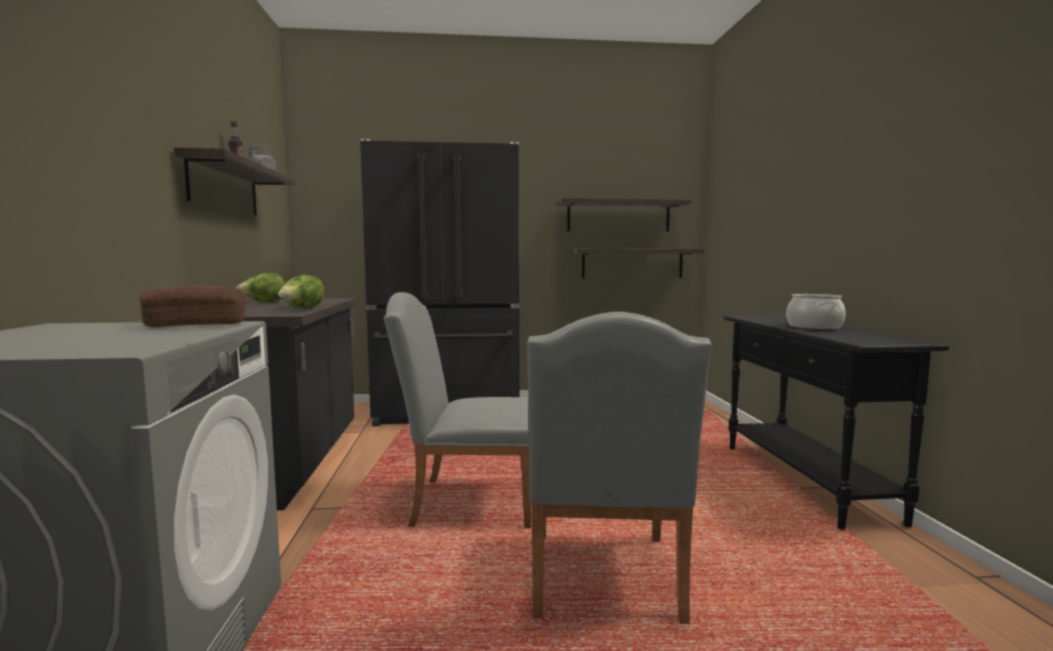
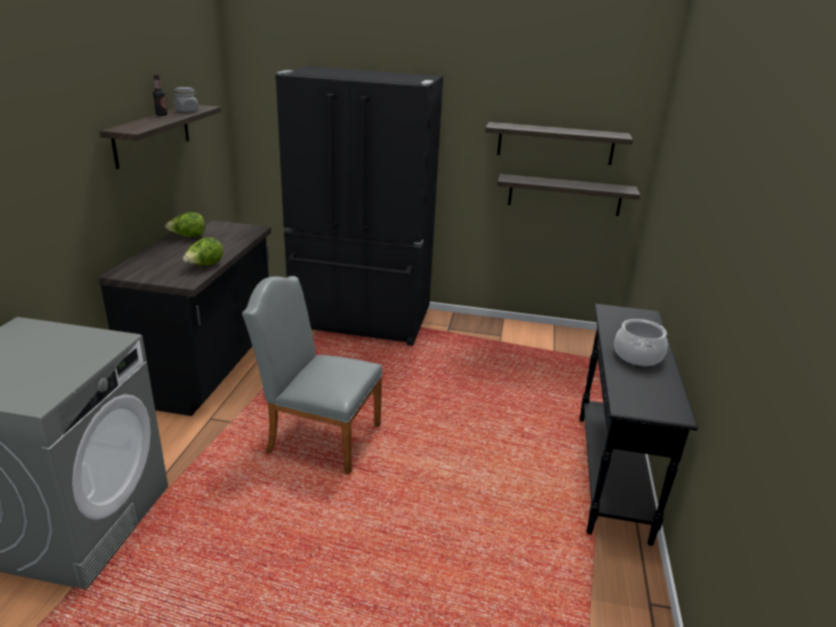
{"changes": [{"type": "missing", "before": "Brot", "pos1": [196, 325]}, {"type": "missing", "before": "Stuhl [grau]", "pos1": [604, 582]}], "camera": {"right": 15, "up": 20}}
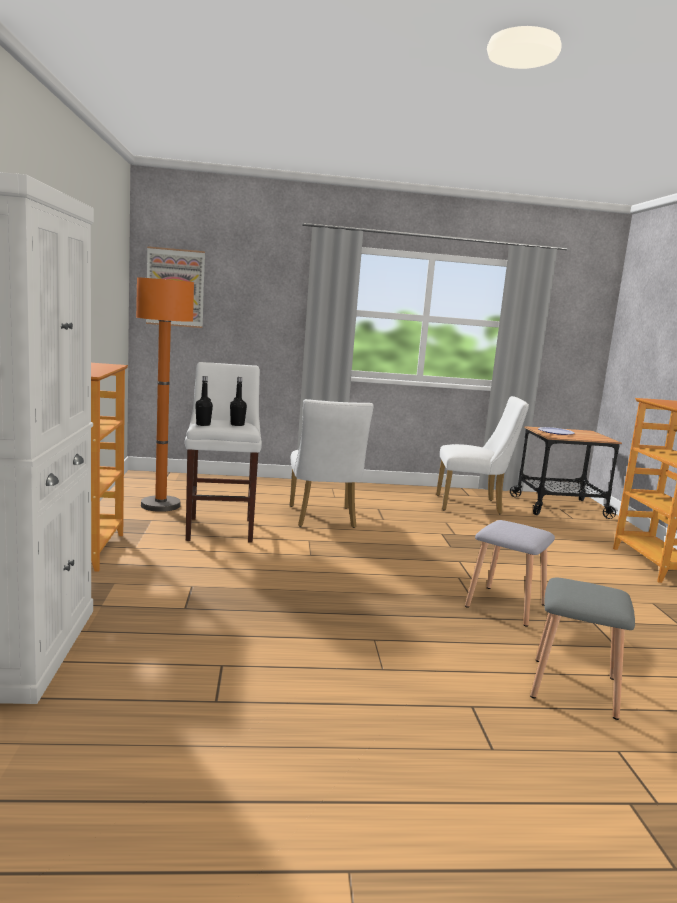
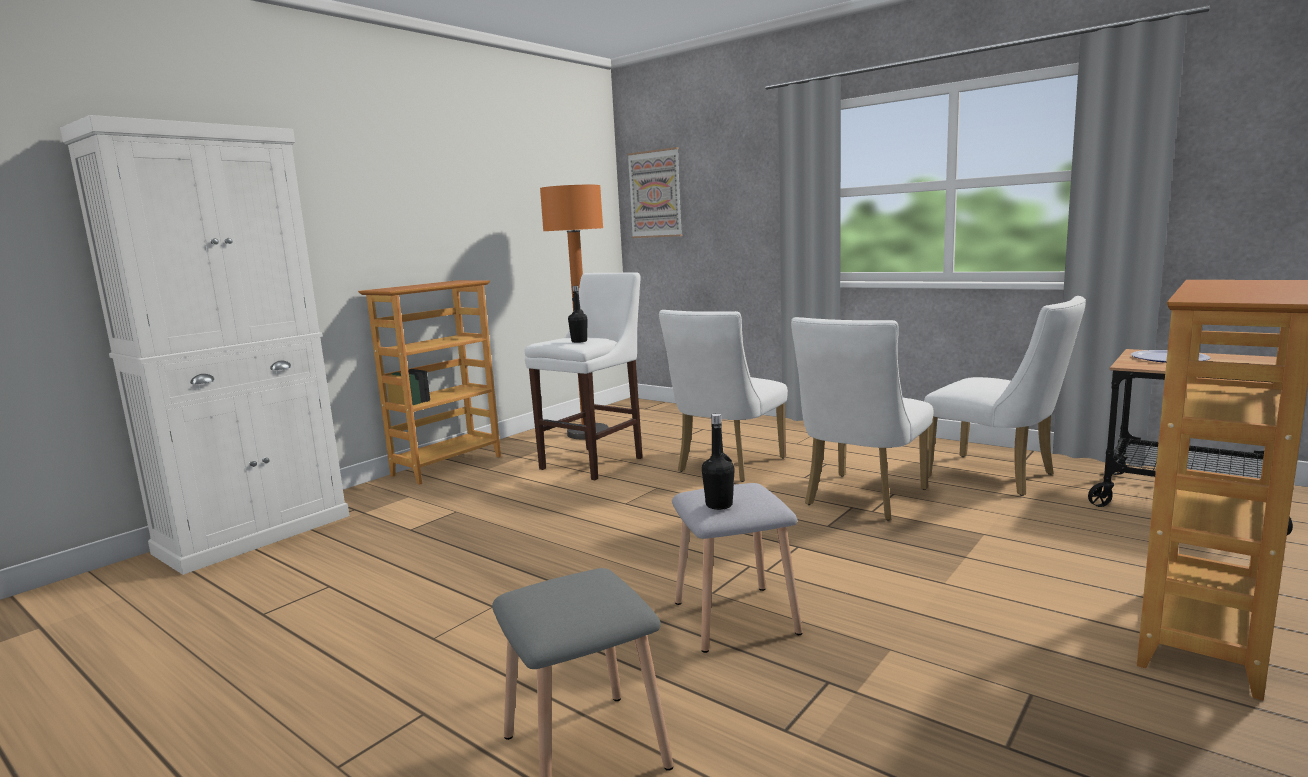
{"changes": [{"type": "relocated", "before": "Flasche [schwarz]", "pos1": [203, 425], "pos2": [719, 505]}, {"type": "appeared", "after": "Stuhl [weiß]", "pos2": [861, 500]}], "camera": {"right": 45, "up": 0}}
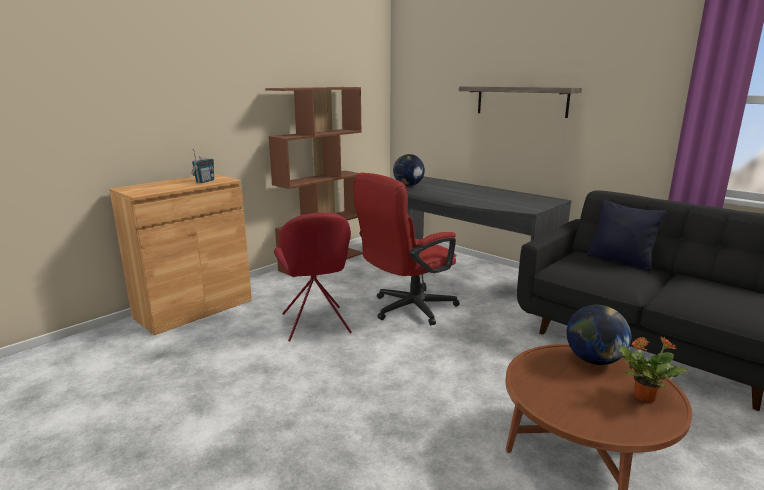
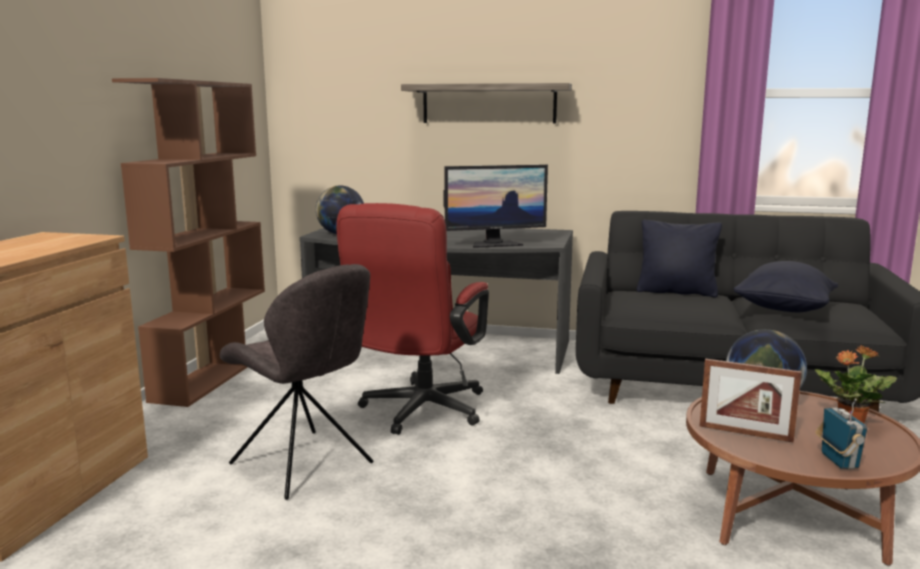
{"changes": [{"type": "colour", "before": "Stuhl [rot]", "after": "Stuhl [grau]", "pos1": [316, 325], "pos2": [304, 465]}, {"type": "appeared", "after": "Monitor", "pos2": [494, 244]}, {"type": "appeared", "after": "Bilderrahmen", "pos2": [745, 433]}, {"type": "appeared", "after": "Kissen [schwarz]", "pos2": [783, 310]}, {"type": "relocated", "before": "Radio", "pos1": [205, 181], "pos2": [838, 461]}], "camera": {"right": -30, "up": -5}}
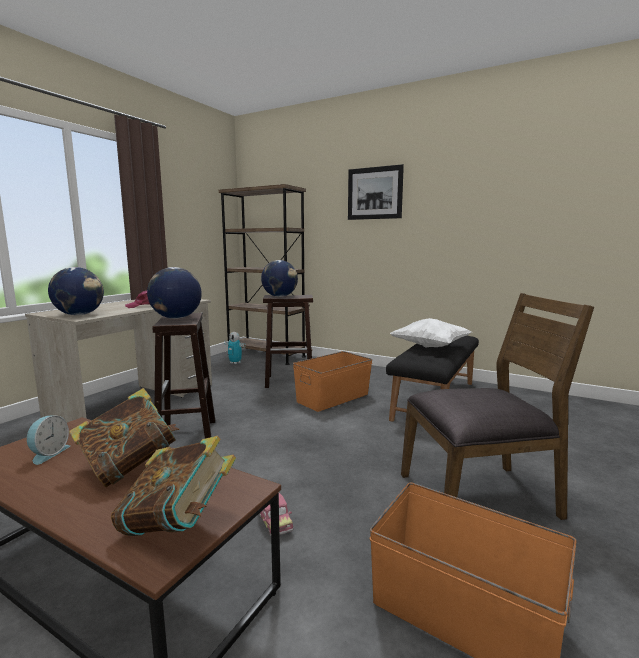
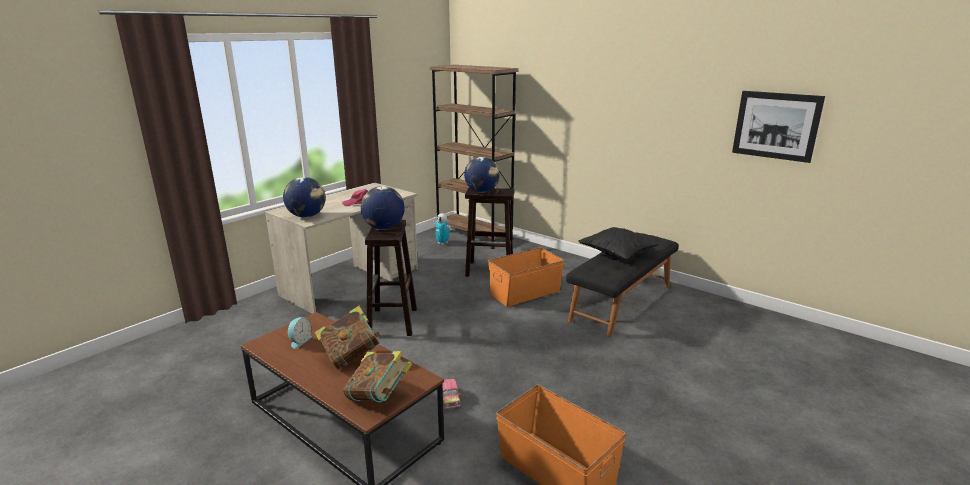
{"changes": [{"type": "colour", "before": "Kissen [weiß]", "after": "Kissen [schwarz]", "pos1": [430, 347], "pos2": [618, 255]}, {"type": "relocated", "before": "Bild", "pos1": [374, 193], "pos2": [776, 125]}, {"type": "missing", "before": "Stuhl [braun]", "pos1": [479, 496]}], "camera": {"right": 10, "up": 10}}
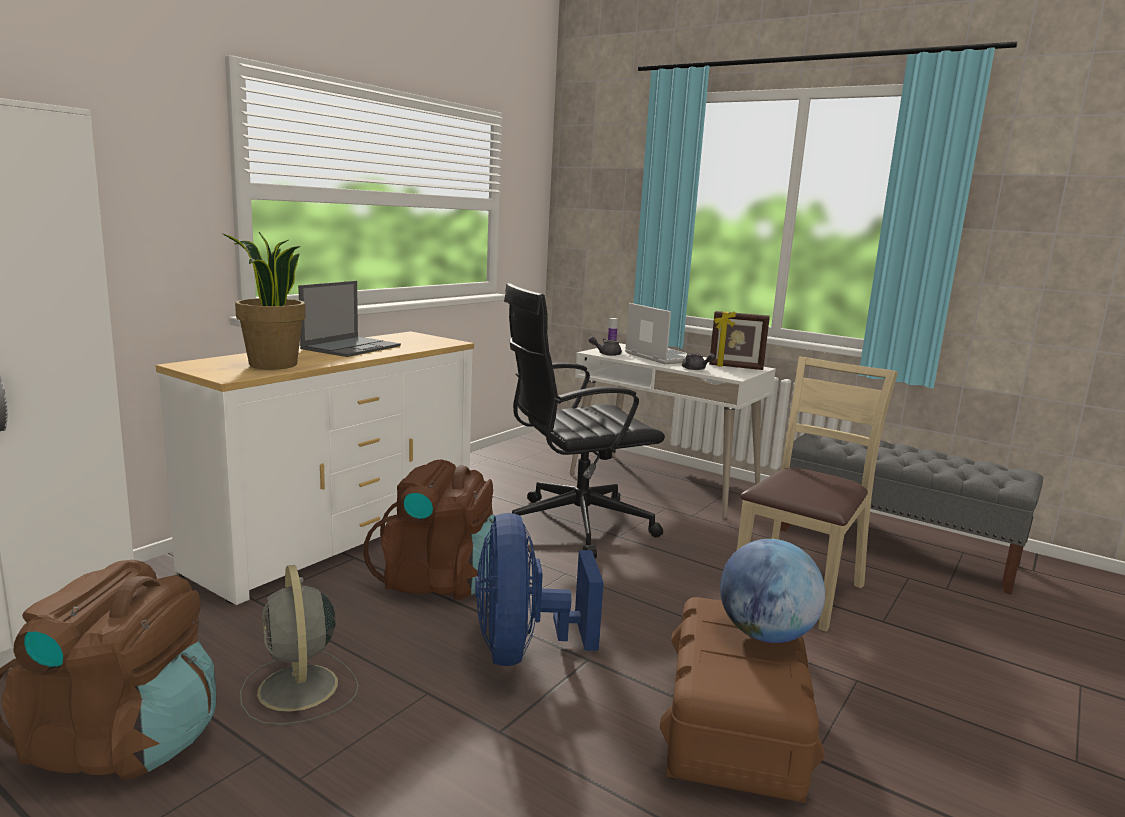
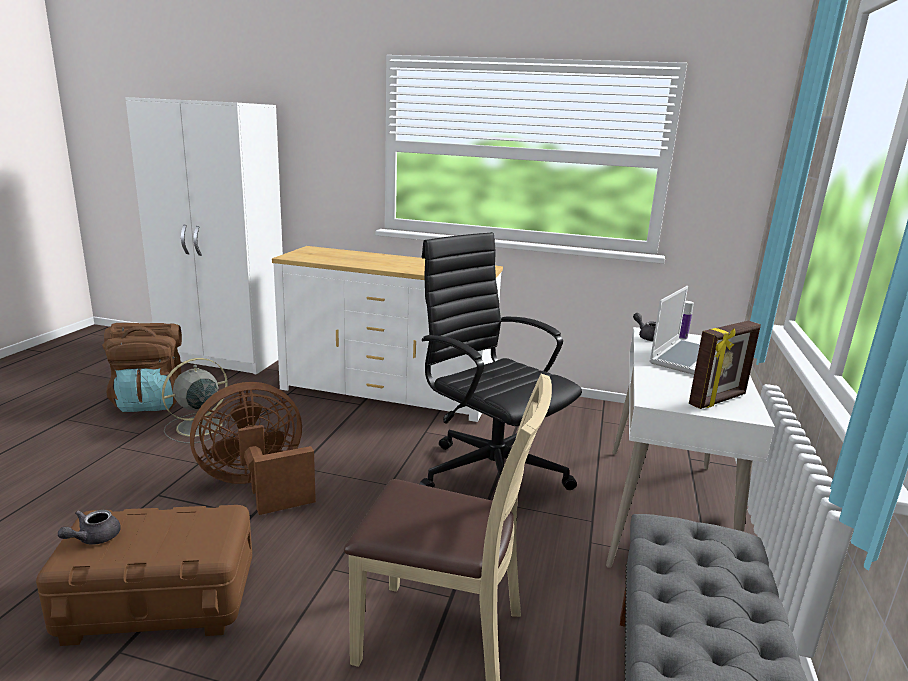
{"changes": [{"type": "relocated", "before": "Teekanne [grau]", "pos1": [696, 369], "pos2": [93, 538]}, {"type": "colour", "before": "Ventilator [blau]", "after": "Ventilator [braun]", "pos1": [523, 650], "pos2": [257, 486]}, {"type": "spun", "before": "Bilderrahmen", "pos1": [736, 367], "pos2": [718, 400], "turn": -120}, {"type": "missing", "before": "Topfpflanze", "pos1": [272, 365]}, {"type": "missing", "before": "Laptop", "pos1": [352, 347]}, {"type": "missing", "before": "Rucksack [braun]", "pos1": [440, 581]}, {"type": "missing", "before": "Globus", "pos1": [765, 635]}], "camera": {"right": 70, "up": 5}}
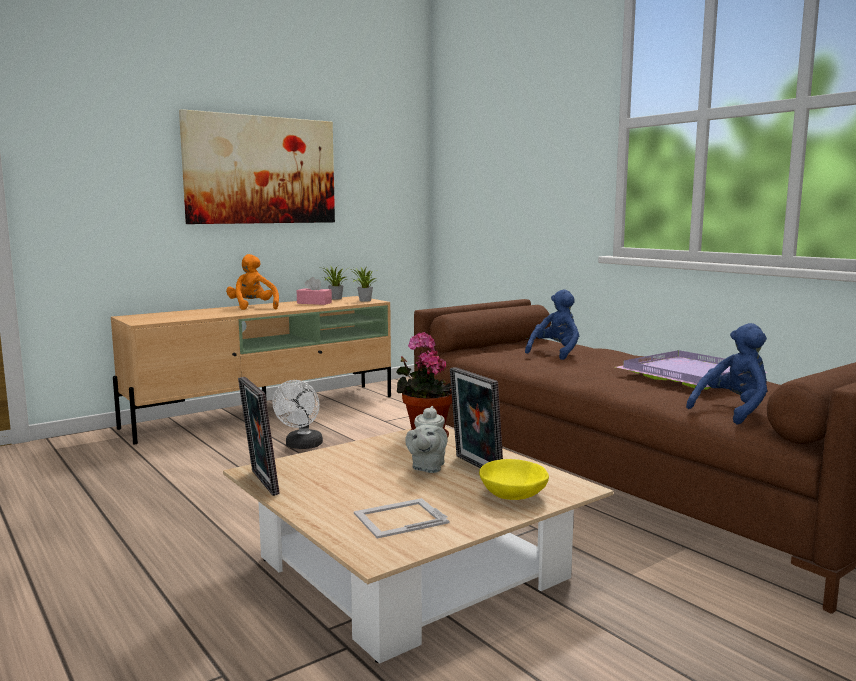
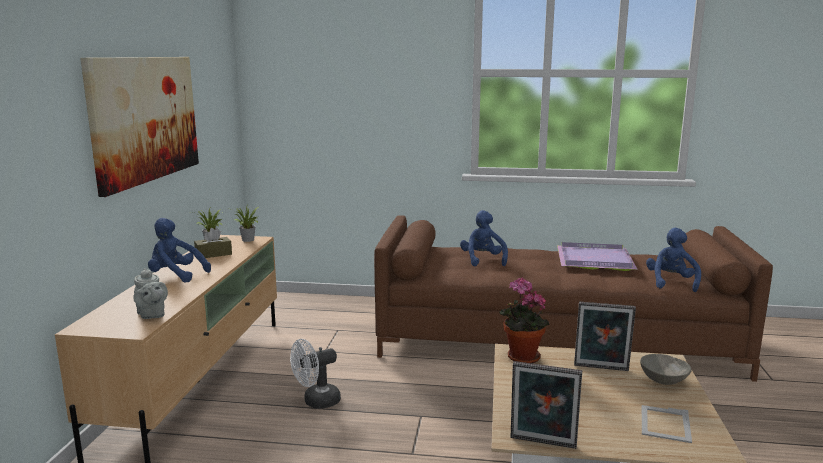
{"changes": [{"type": "relocated", "before": "Teekanne [grau]", "pos1": [427, 467], "pos2": [151, 315]}, {"type": "colour", "before": "Plüschtier [orange]", "after": "Plüschtier [blau]", "pos1": [252, 307], "pos2": [176, 276]}, {"type": "colour", "before": "Taschentuchbox [rosa]", "after": "Taschentuchbox [braun]", "pos1": [314, 303], "pos2": [213, 254]}, {"type": "spun", "before": "Ventilator [weiß]", "pos1": [302, 446], "pos2": [316, 402], "turn": 90}, {"type": "colour", "before": "Schüssel [gelb]", "after": "Schüssel [grau]", "pos1": [513, 495], "pos2": [662, 380]}], "camera": {"right": -45, "up": 5}}
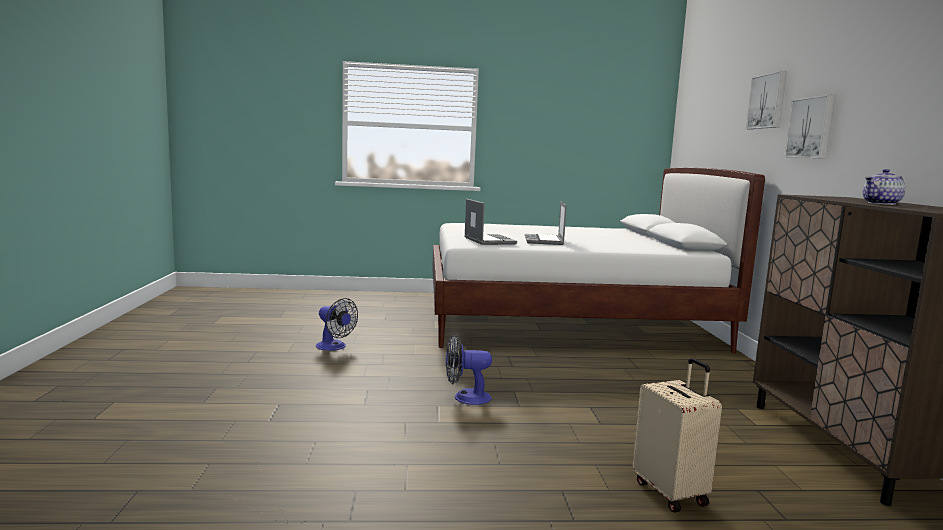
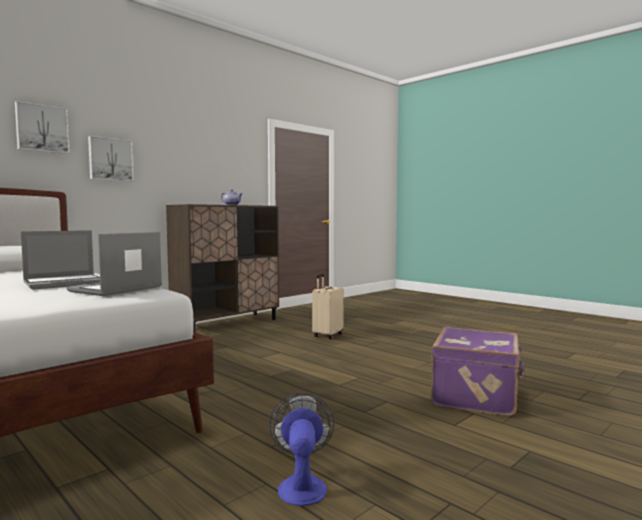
{"changes": [{"type": "appeared", "after": "Koffer [lila]", "pos2": [477, 396]}, {"type": "missing", "before": "Ventilator", "pos1": [465, 397]}], "camera": {"right": -130, "up": -5}}
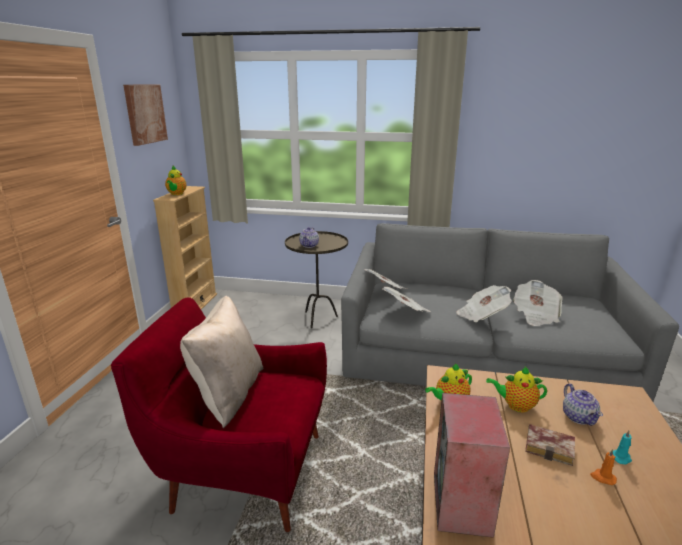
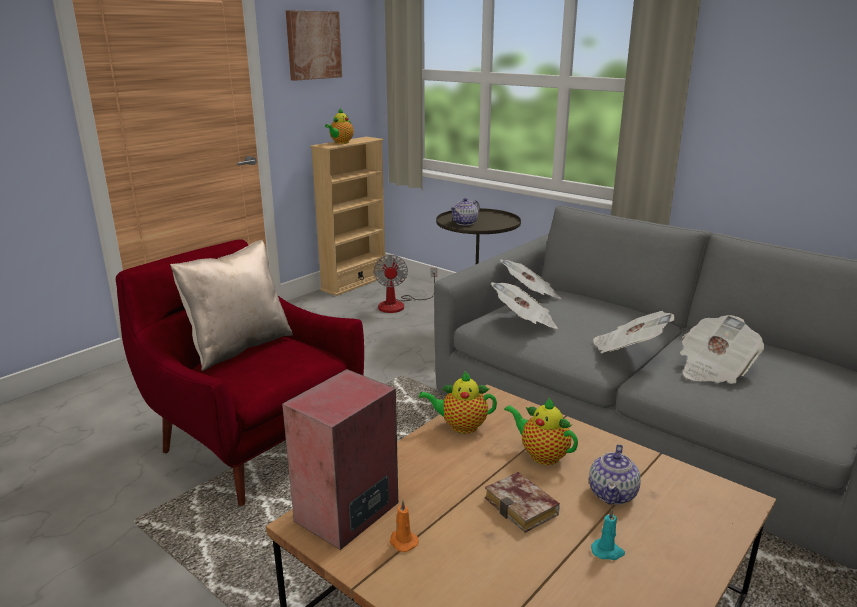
{"changes": [{"type": "appeared", "after": "Ventilator", "pos2": [399, 305]}, {"type": "relocated", "before": "Kerze [orange]", "pos1": [602, 477], "pos2": [402, 541]}], "camera": {"right": 30, "up": 0}}
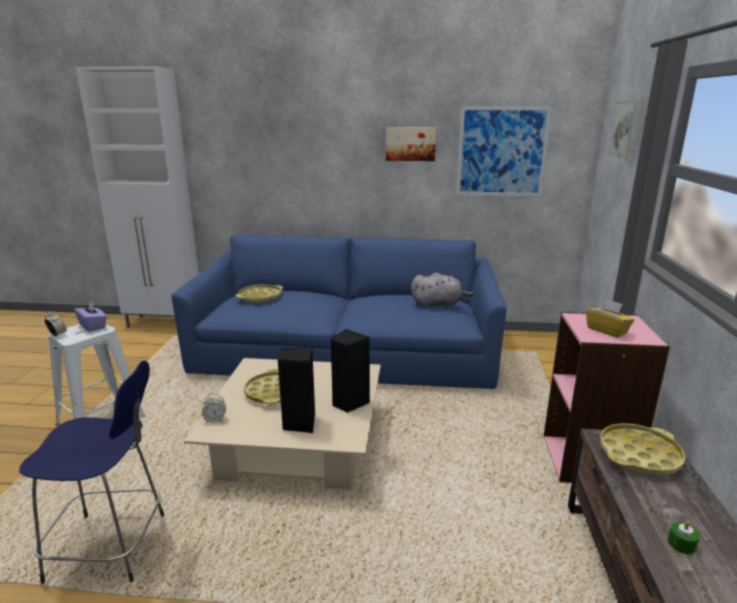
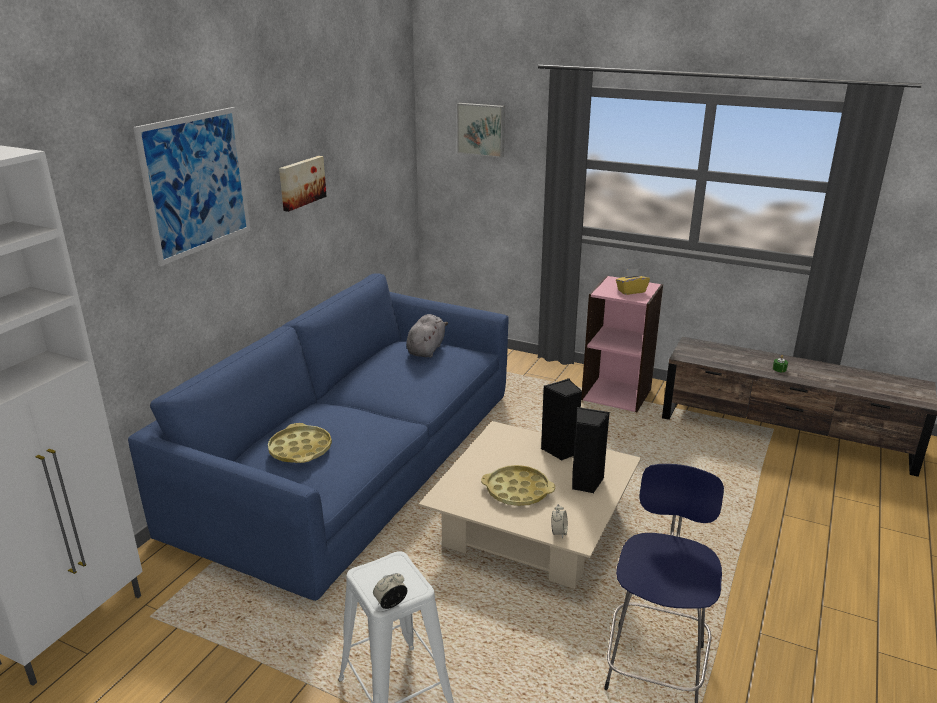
{"changes": [{"type": "relocated", "before": "Bild", "pos1": [502, 152], "pos2": [196, 183]}, {"type": "missing", "before": "Taschentuchbox [lila]", "pos1": [93, 326]}, {"type": "missing", "before": "Tablett [gelb]", "pos1": [639, 455]}], "camera": {"right": -70, "up": 5}}
